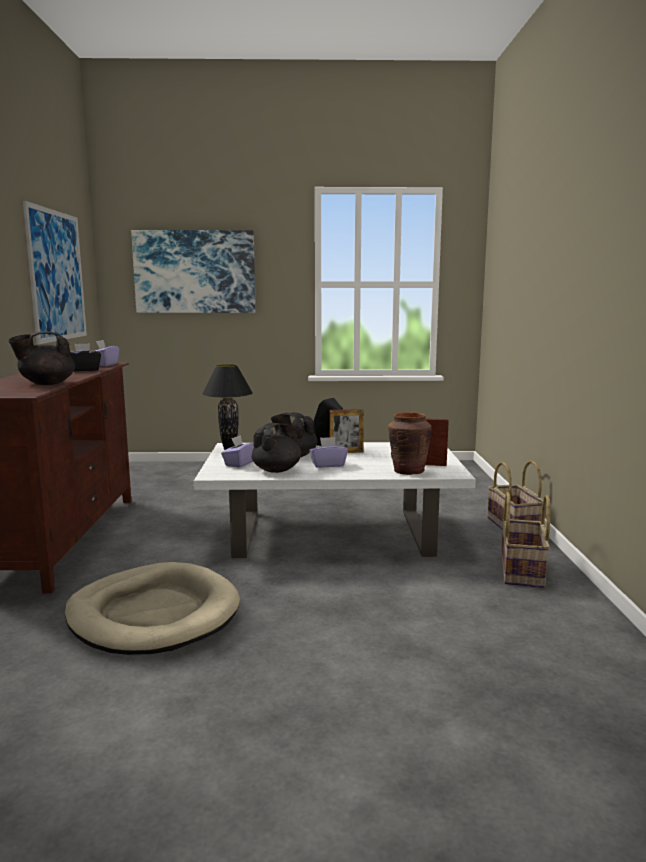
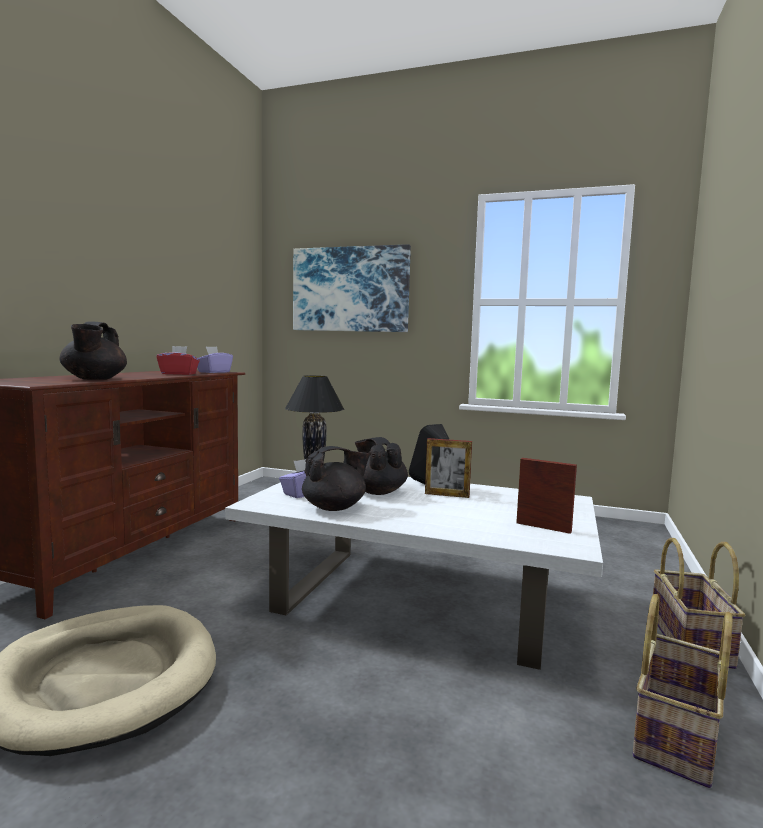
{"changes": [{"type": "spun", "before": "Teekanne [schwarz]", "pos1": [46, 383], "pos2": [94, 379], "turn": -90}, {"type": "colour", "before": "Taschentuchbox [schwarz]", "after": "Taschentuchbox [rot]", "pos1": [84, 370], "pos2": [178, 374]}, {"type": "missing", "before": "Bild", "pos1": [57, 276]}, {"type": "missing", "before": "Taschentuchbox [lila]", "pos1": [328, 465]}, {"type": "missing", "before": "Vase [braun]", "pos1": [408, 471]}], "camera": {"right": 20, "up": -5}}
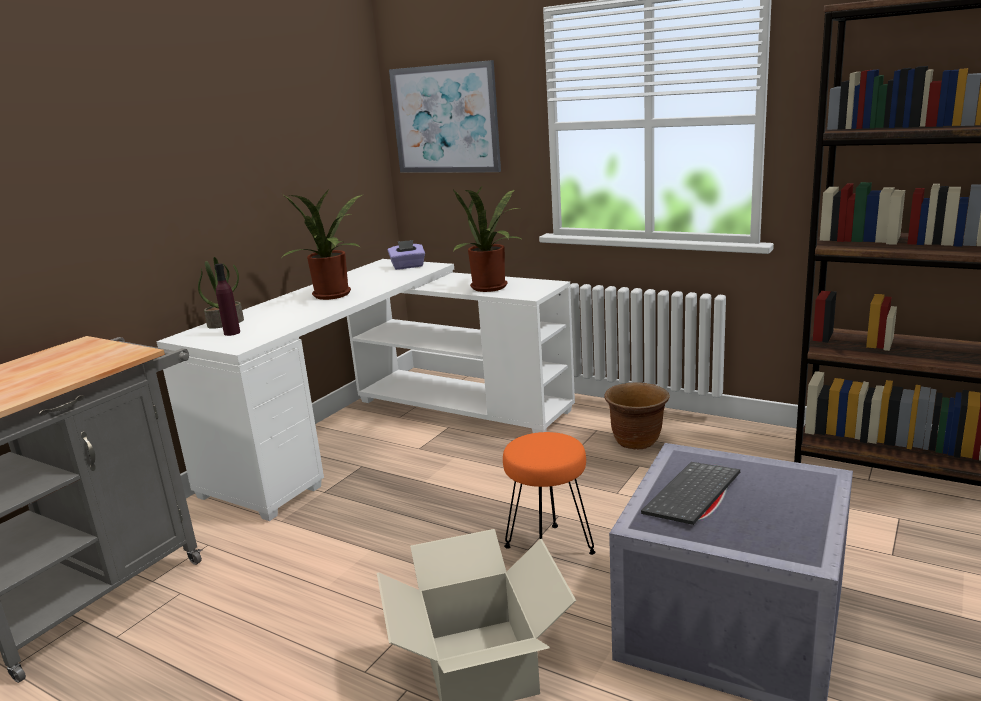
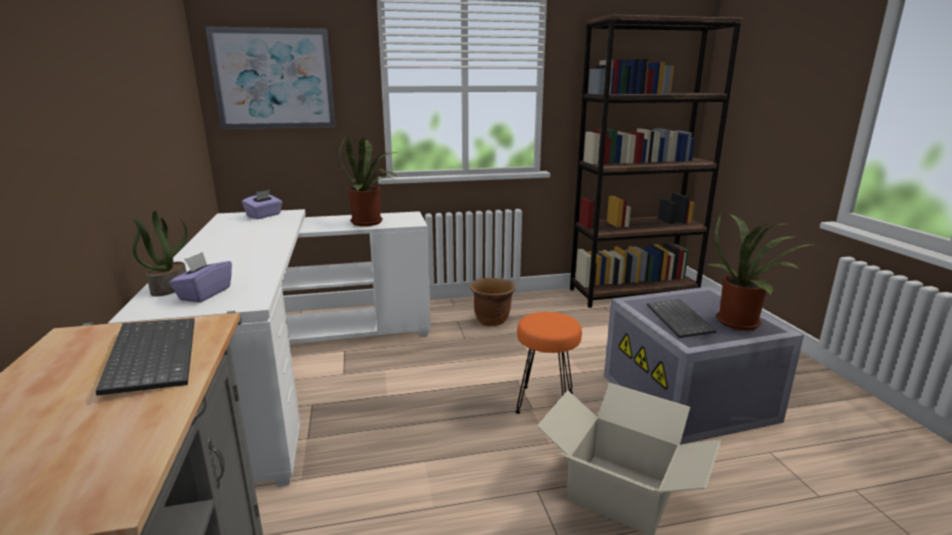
{"changes": [{"type": "appeared", "after": "Tastatur", "pos2": [150, 356]}, {"type": "exchanged", "before": "Flasche [lila]", "after": "Taschentuchbox [lila]", "pos1": [232, 333], "pos2": [204, 294]}, {"type": "relocated", "before": "Topfpflanze", "pos1": [334, 296], "pos2": [742, 323]}], "camera": {"right": -45, "up": 0}}
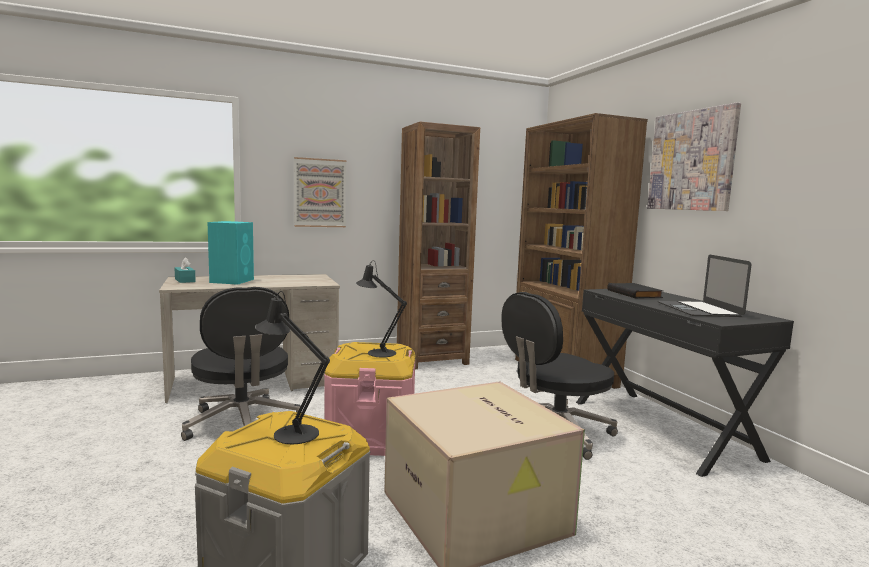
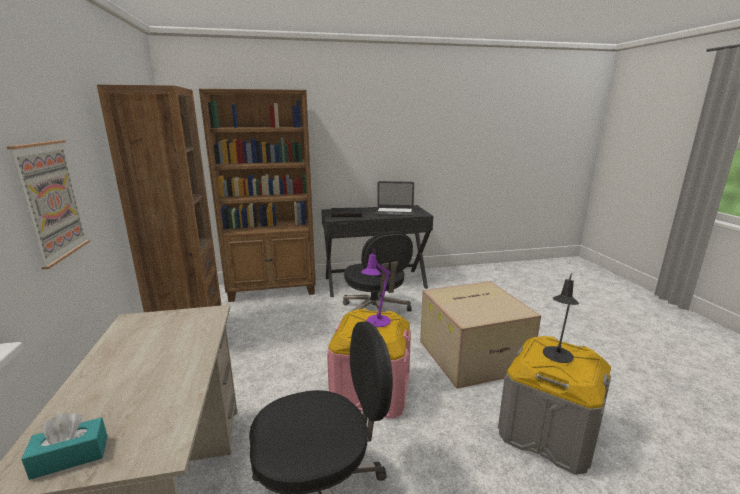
{"changes": [{"type": "colour", "before": "Tischlampe [schwarz]", "after": "Tischlampe [lila]", "pos1": [377, 352], "pos2": [376, 322]}, {"type": "missing", "before": "Lautsprecher [türkis]", "pos1": [232, 281]}, {"type": "missing", "before": "Bild", "pos1": [692, 161]}], "camera": {"right": -80, "up": 10}}
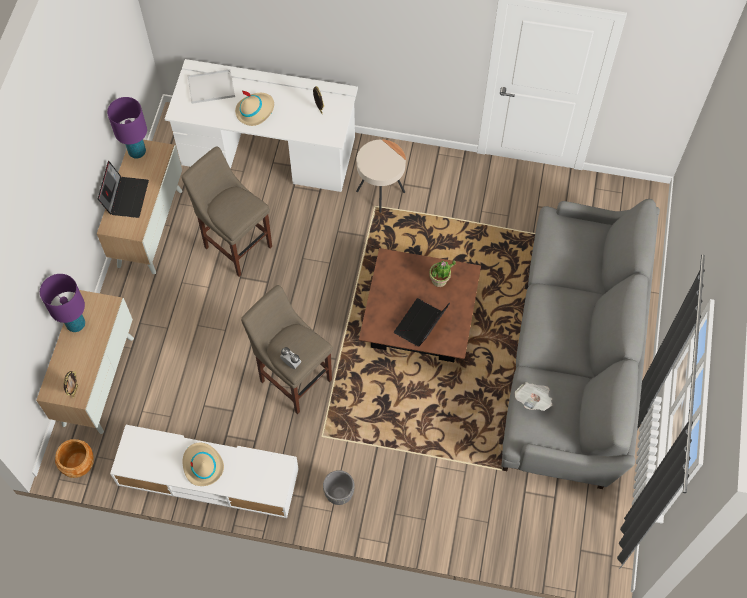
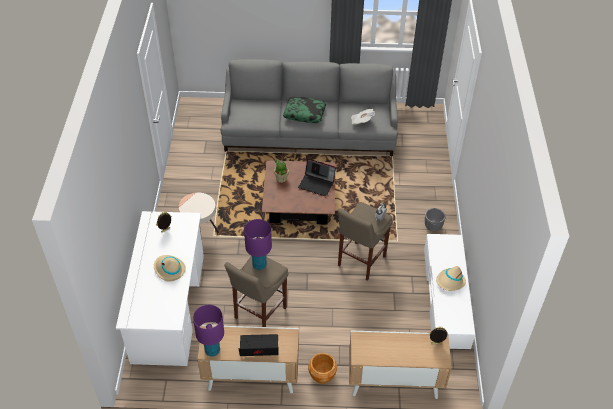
{"changes": [{"type": "relocated", "before": "Tischlampe [lila]", "pos1": [76, 324], "pos2": [259, 265]}, {"type": "appeared", "after": "Kissen", "pos2": [304, 113]}, {"type": "relocated", "before": "Pflanzkübel [braun]", "pos1": [78, 464], "pos2": [322, 375]}, {"type": "missing", "before": "Tablett [weiß]", "pos1": [210, 87]}], "camera": {"right": -100, "up": -15}}
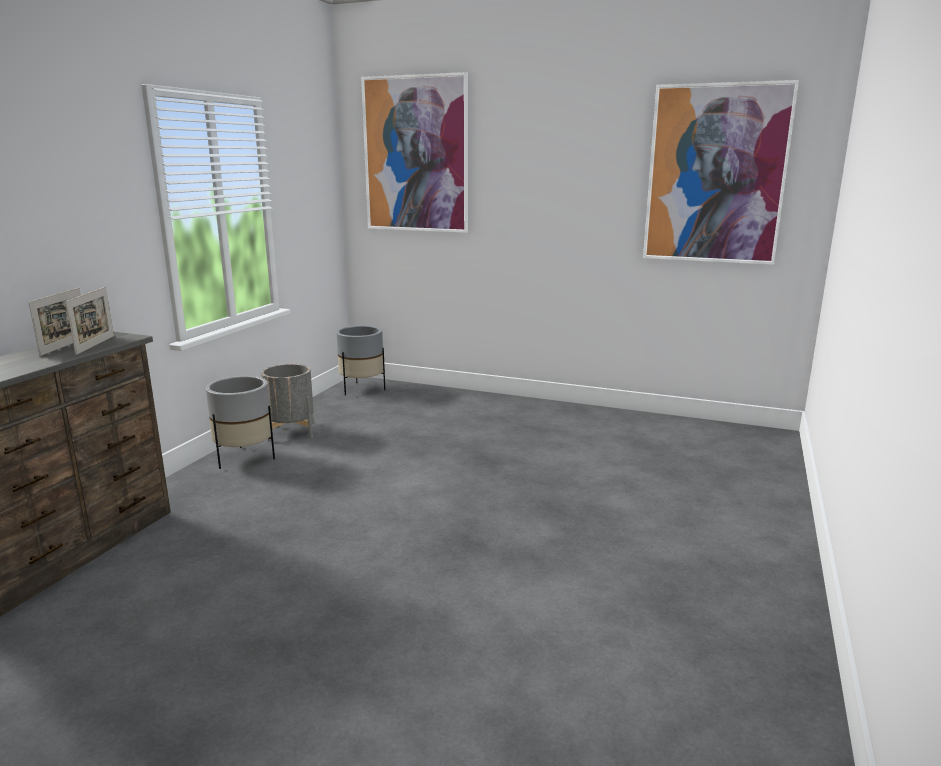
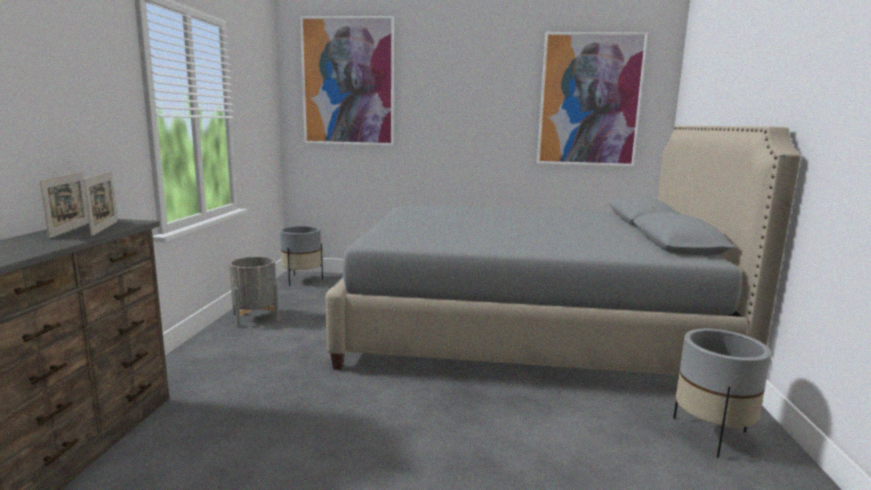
{"changes": [{"type": "appeared", "after": "Bett [grau]", "pos2": [525, 328]}, {"type": "relocated", "before": "Pflanzkübel [grau]", "pos1": [245, 458], "pos2": [711, 435]}], "camera": {"right": -15, "up": -5}}
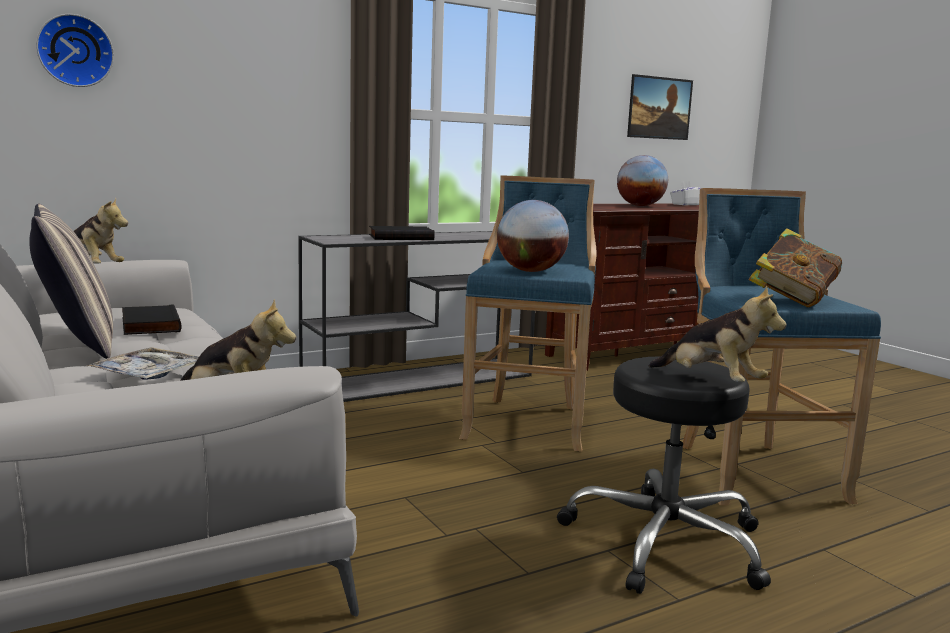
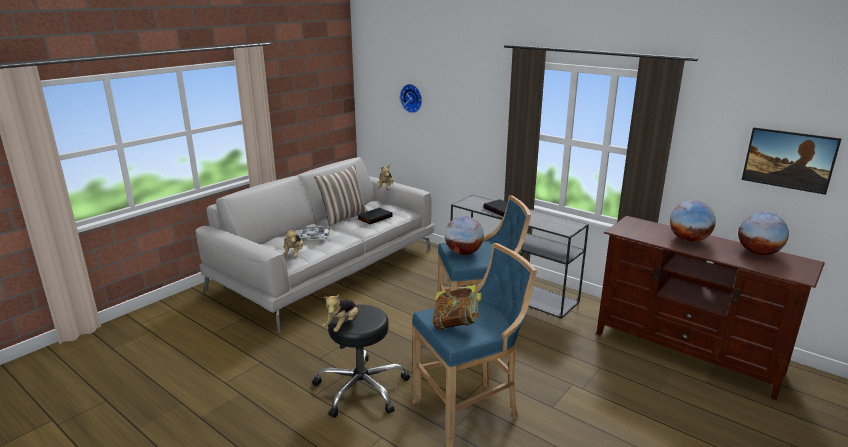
{"changes": [{"type": "exchanged", "before": "Taschentuchbox [weiß]", "after": "Globus", "pos1": [685, 204], "pos2": [758, 253]}], "camera": {"right": 70, "up": 10}}
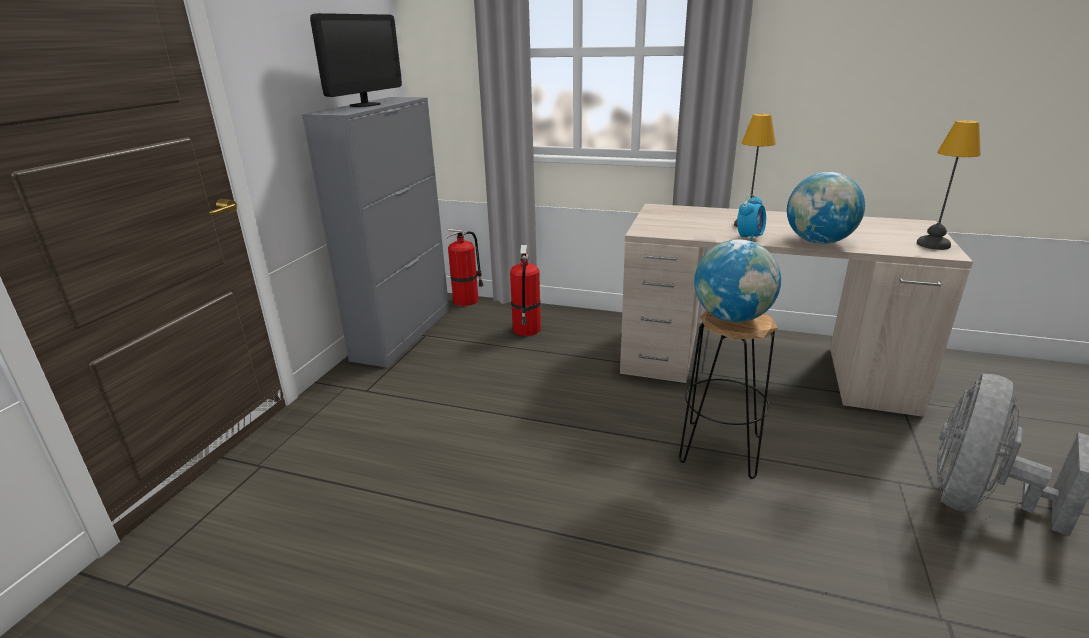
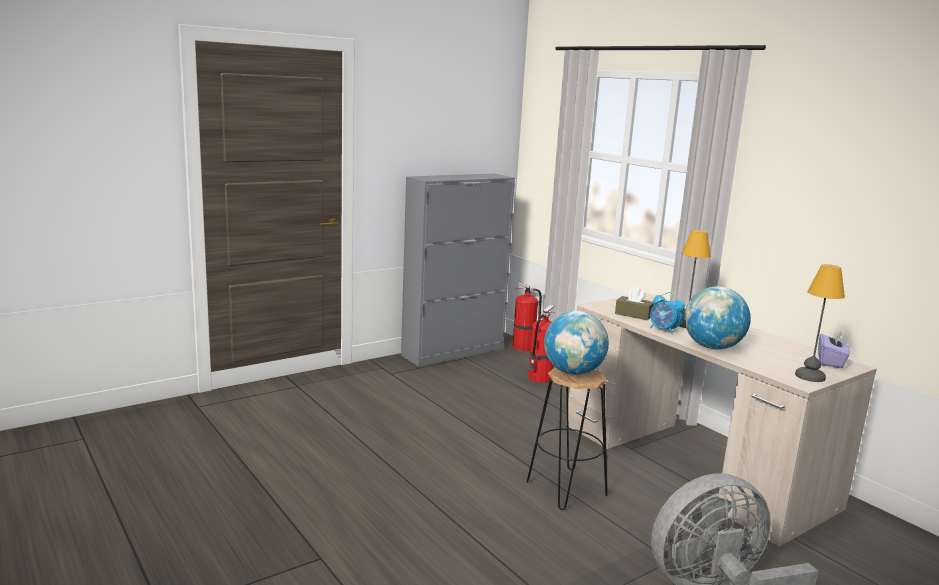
{"changes": [{"type": "appeared", "after": "Taschentuchbox [braun]", "pos2": [633, 315]}, {"type": "spun", "before": "Wecker", "pos1": [749, 238], "pos2": [664, 330], "turn": 60}, {"type": "appeared", "after": "Taschentuchbox [lila]", "pos2": [830, 362]}, {"type": "missing", "before": "Monitor", "pos1": [365, 105]}], "camera": {"right": 35, "up": -10}}
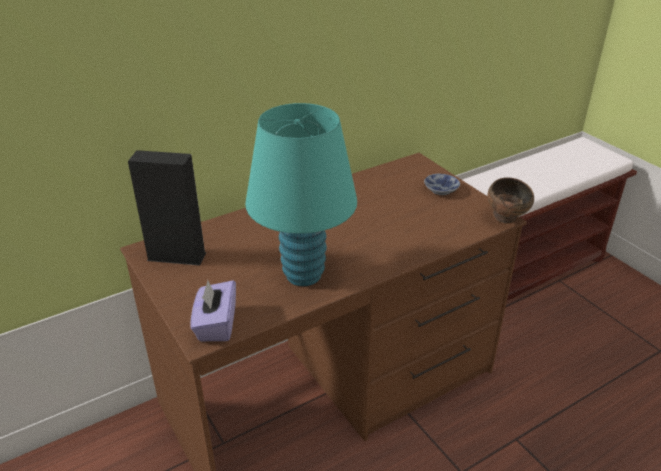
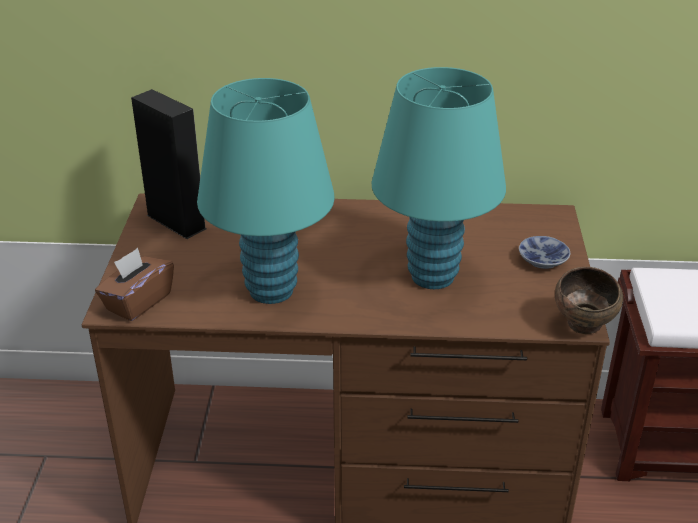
{"changes": [{"type": "colour", "before": "Taschentuchbox [lila]", "after": "Taschentuchbox [braun]", "pos1": [216, 325], "pos2": [138, 302]}, {"type": "appeared", "after": "Tischlampe [türkis]", "pos2": [432, 276]}], "camera": {"right": 35, "up": 0}}
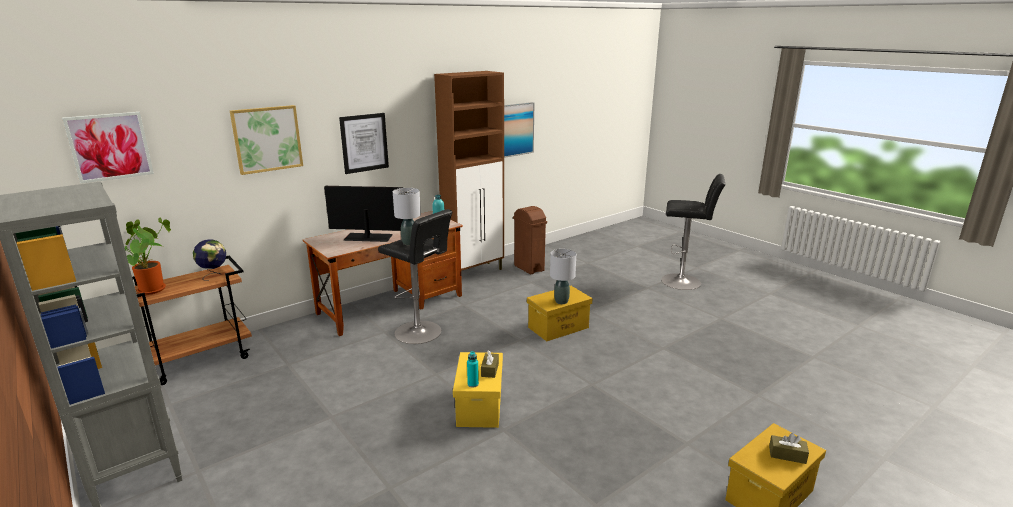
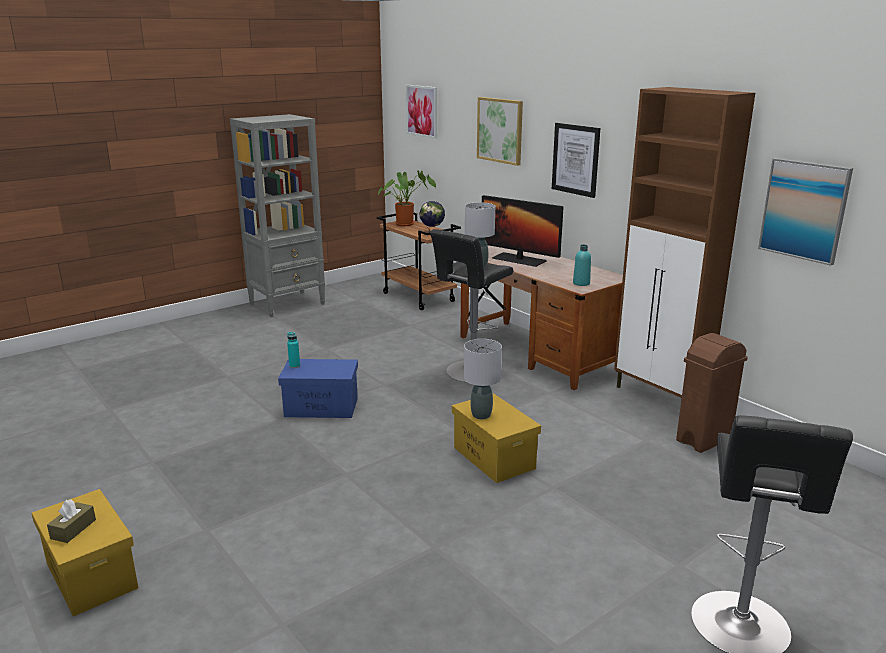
{"changes": [{"type": "colour", "before": "Aufbewahrungsbox [gelb]", "after": "Aufbewahrungsbox [blau]", "pos1": [479, 405], "pos2": [322, 407]}, {"type": "spun", "before": "Monitor", "pos1": [368, 237], "pos2": [519, 259], "turn": 120}, {"type": "missing", "before": "Taschentuchbox [braun]", "pos1": [490, 370]}], "camera": {"right": 90, "up": 0}}
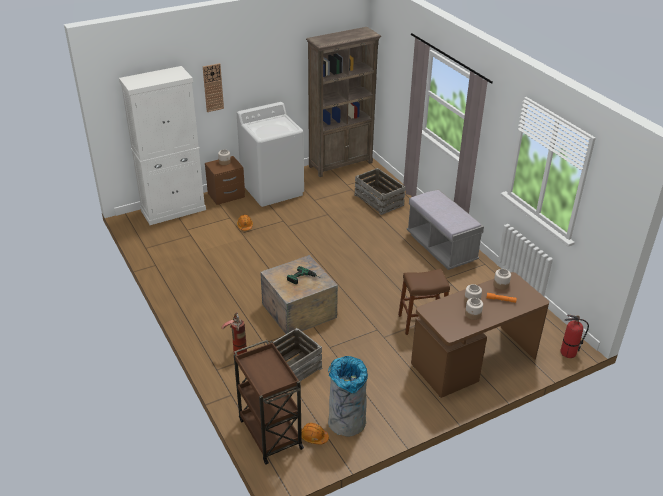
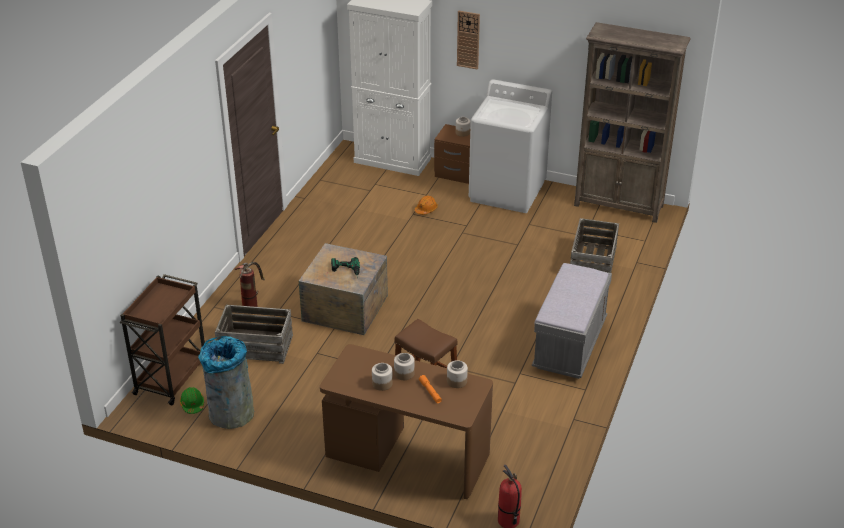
{"changes": [{"type": "colour", "before": "Schutzhelm [orange]", "after": "Schutzhelm [grün]", "pos1": [314, 437], "pos2": [192, 404]}], "camera": {"right": 50, "up": 0}}
